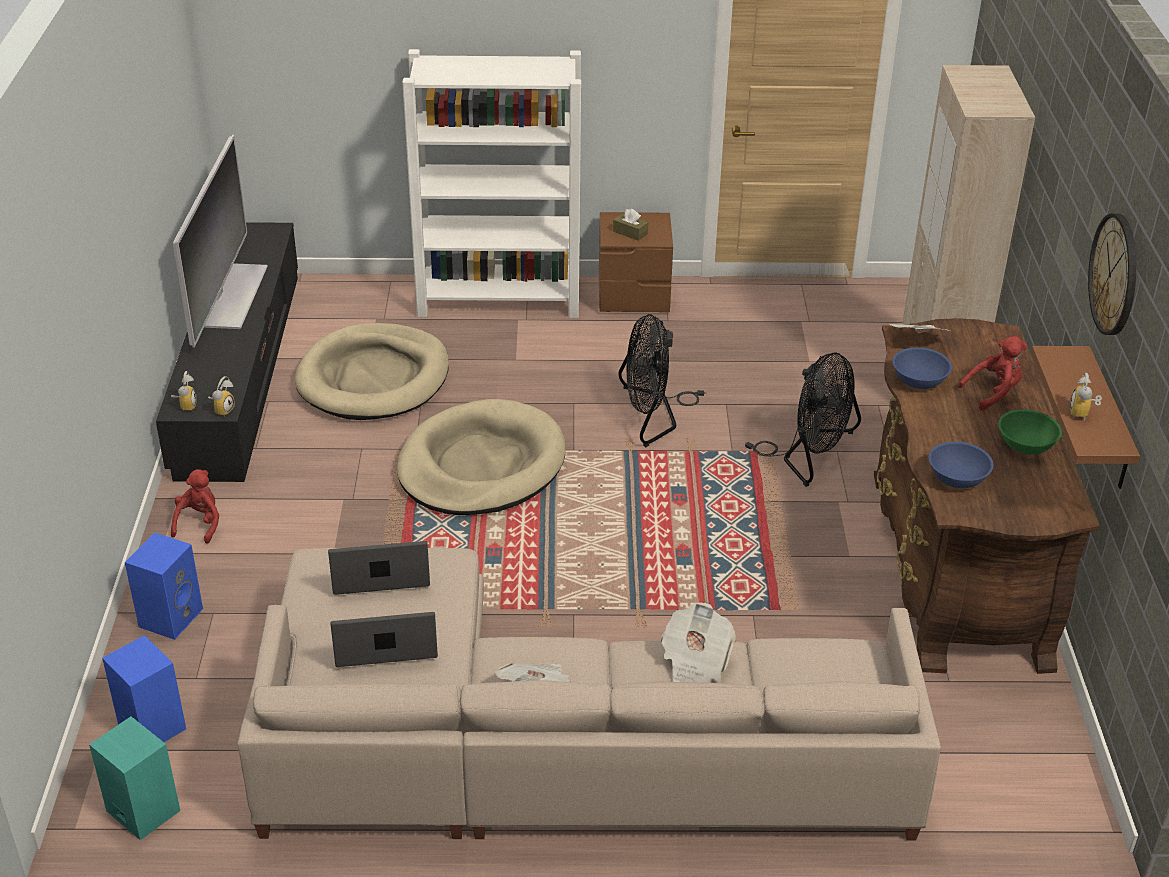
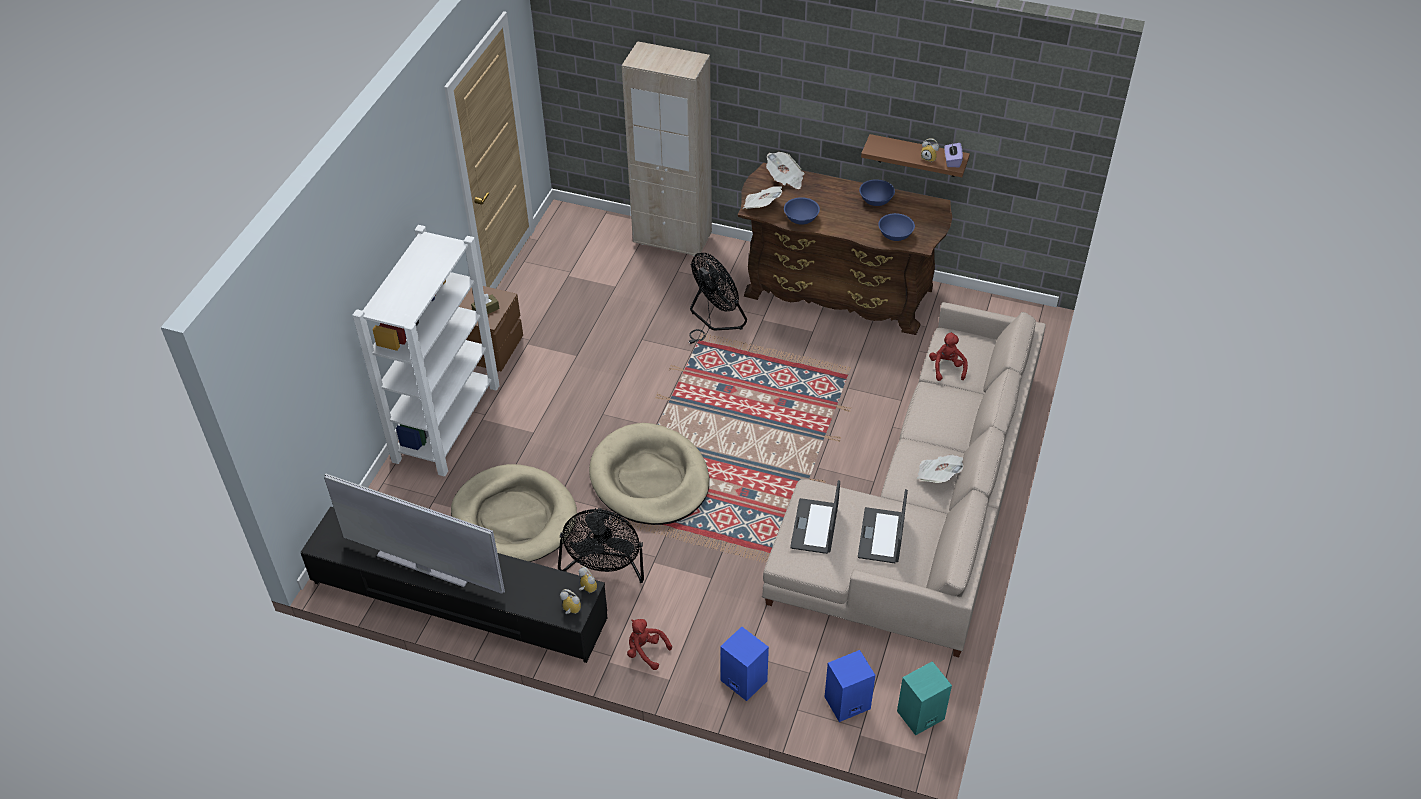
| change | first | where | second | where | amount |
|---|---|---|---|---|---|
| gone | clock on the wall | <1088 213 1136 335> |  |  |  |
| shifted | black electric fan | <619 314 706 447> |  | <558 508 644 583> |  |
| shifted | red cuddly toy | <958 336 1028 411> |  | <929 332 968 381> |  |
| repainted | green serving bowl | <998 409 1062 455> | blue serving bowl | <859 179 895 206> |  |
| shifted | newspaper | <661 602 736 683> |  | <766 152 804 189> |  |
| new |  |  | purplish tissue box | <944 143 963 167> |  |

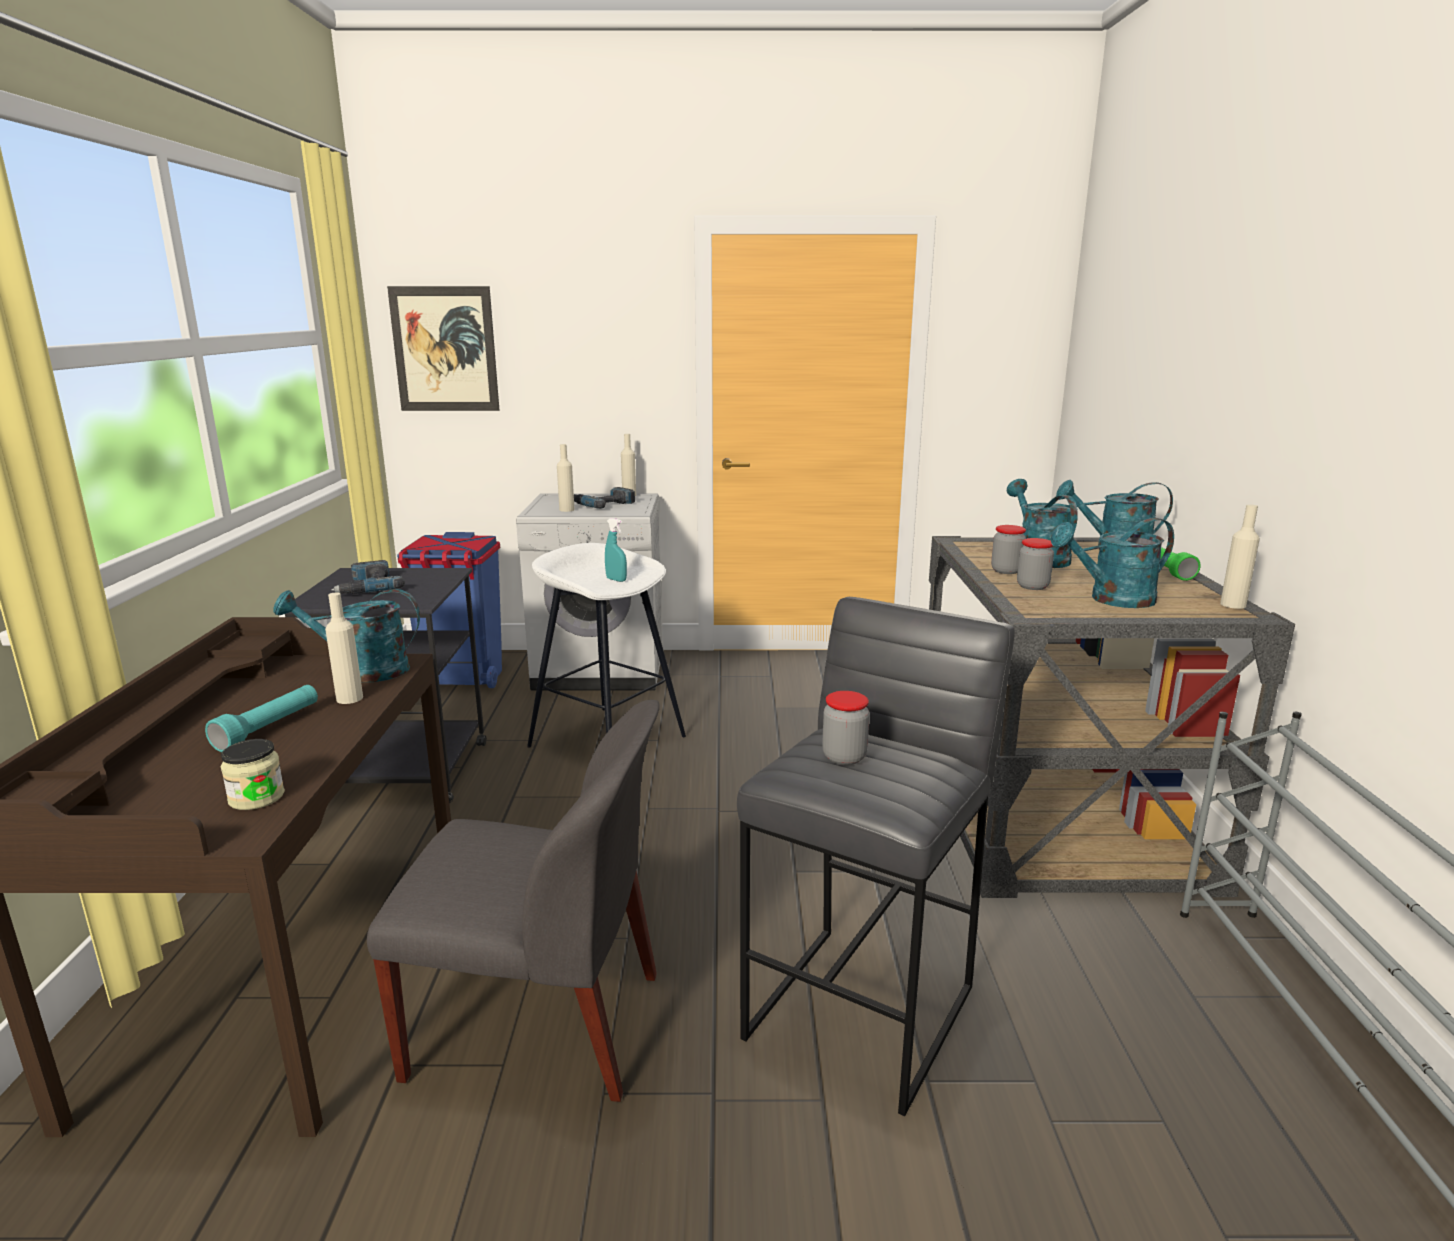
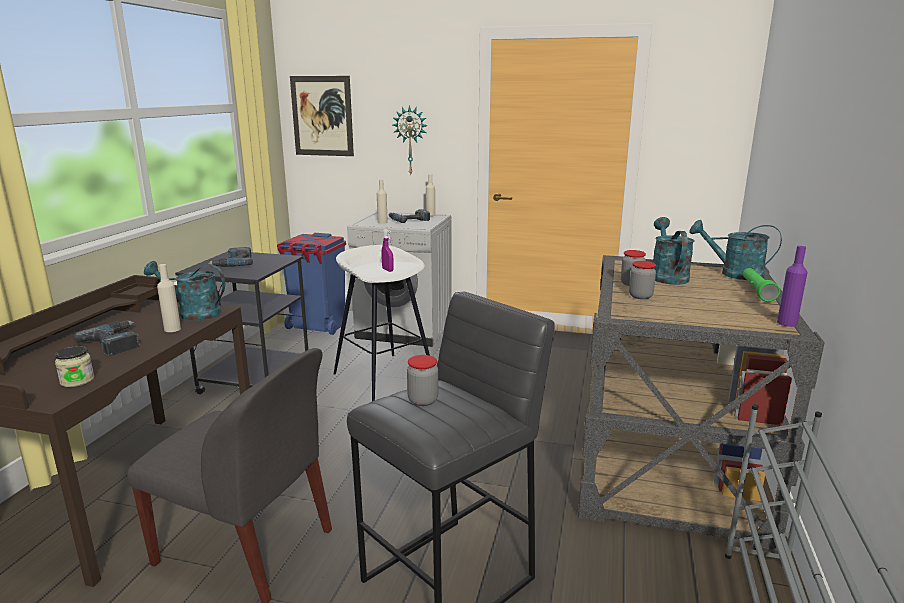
| change | first | where | second | where | amount |
|---|---|---|---|---|---|
| repainted | beige-coloured drink bottle | <1220 504 1260 609> | purplish drink bottle | <777 246 807 327> |  |
| repainted | blue-green hand sprayer | <605 518 627 582> | purplish hand sprayer | <381 229 394 272> |  |
| gone | blue-green watering can | <1050 518 1174 608> |  |  |  |
| swapped | blue-green flashlight | <205 685 318 752> | electric drill | <74 320 140 356> |  |
| new |  |  | clock on the wall | <393 105 428 175> |  |

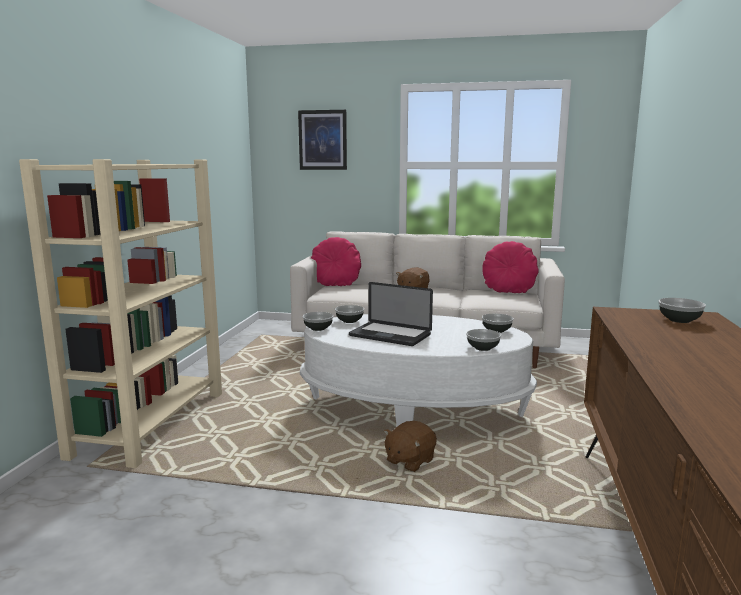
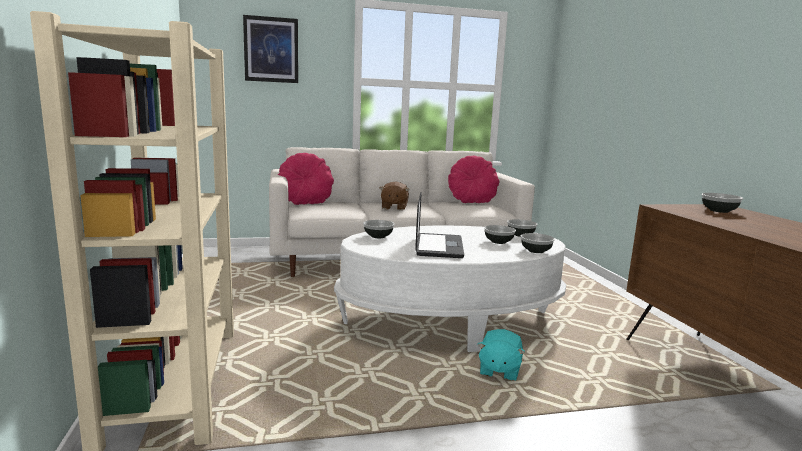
| change | first | where | second | where | amount |
|---|---|---|---|---|---|
| rotated | portable computer | <349 282 433 346> |  | <415 193 464 258> | 90 degrees counterclockwise |
| shifted | serving bowl | <302 312 333 331> |  | <484 225 516 244> |  |
| repainted | brown-coloured cuddly toy | <384 421 437 472> | blue-green cuddly toy | <477 329 525 380> |  |

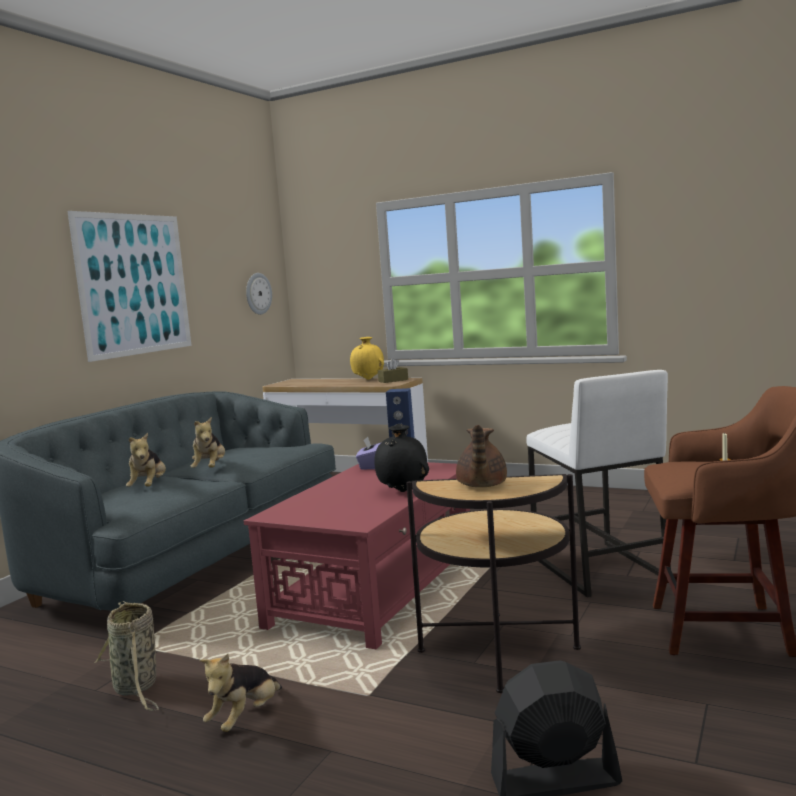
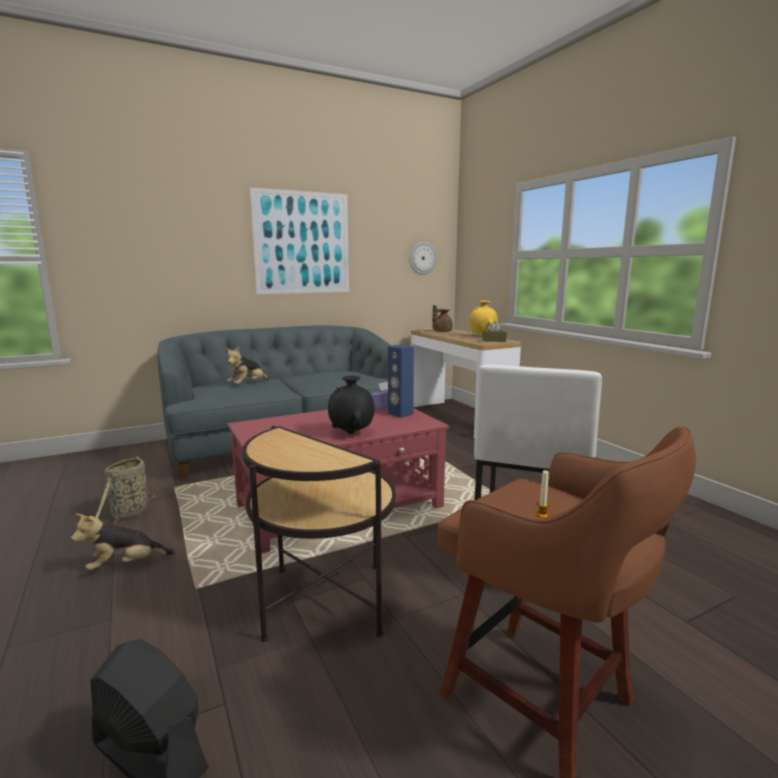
| change | first | where | second | where | amount |
|---|---|---|---|---|---|
| gone | cuddly toy | <191 416 225 468> |  |  |  |
| shifted | brown-coloured pot for tea | <456 425 507 487> |  | <432 305 453 332> |  |

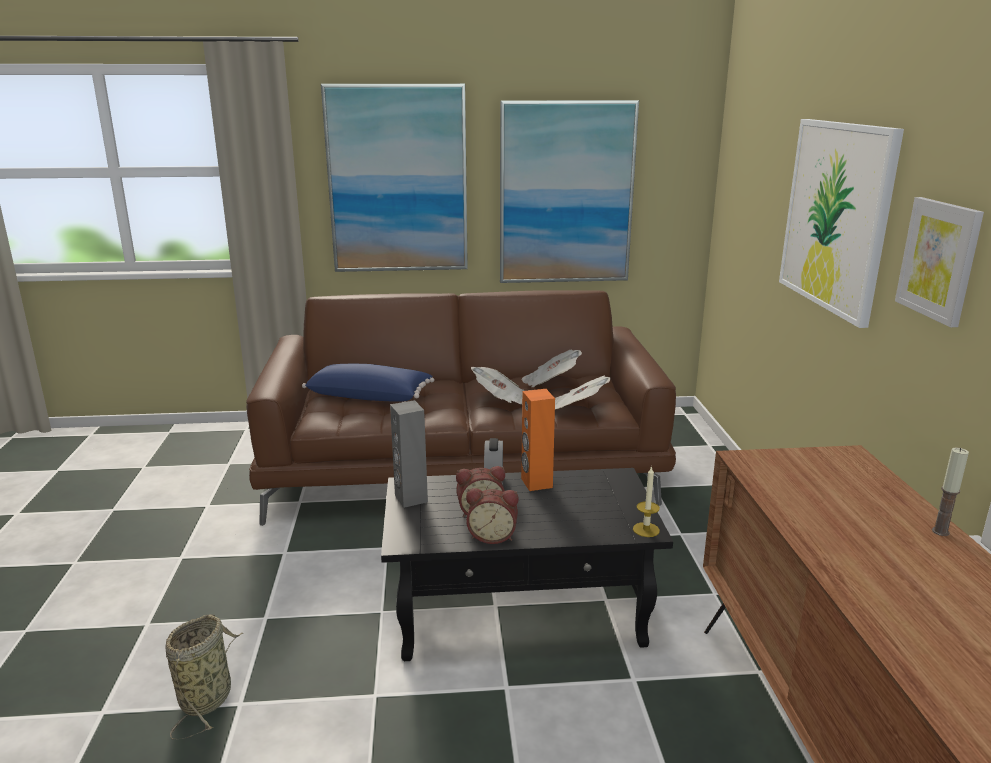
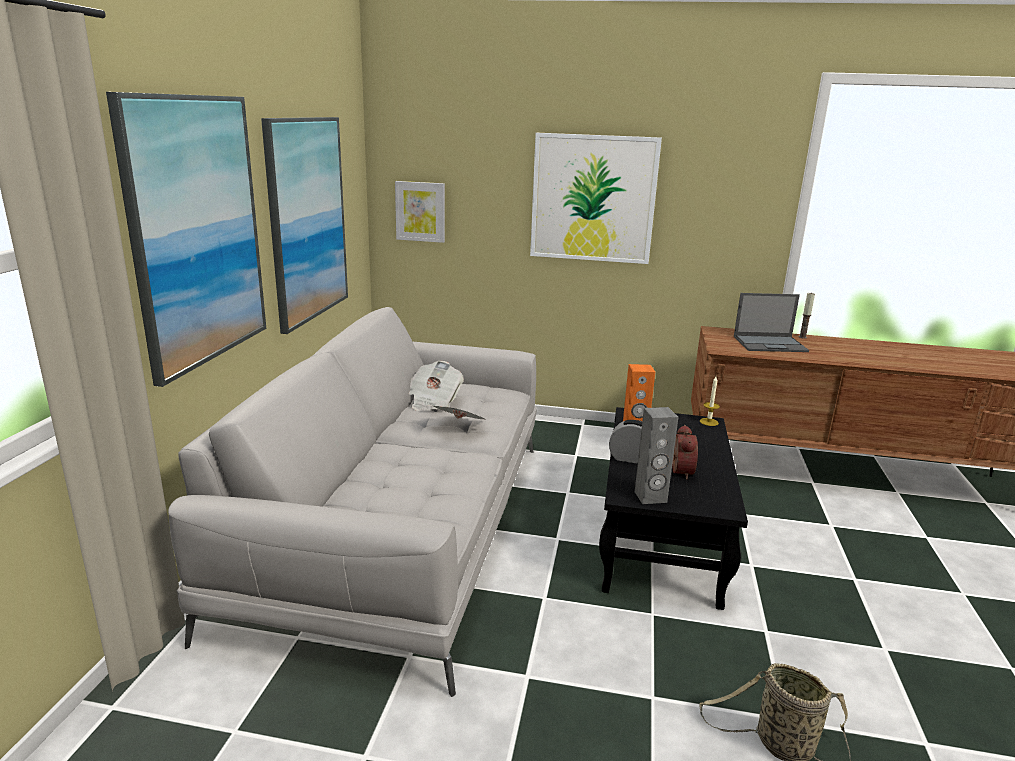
| change | first | where | second | where | amount |
|---|---|---|---|---|---|
| shifted | picture | <895 197 984 327> |  | <395 181 445 243> |  |
| repainted | brown-coloured settee | <246 290 676 526> | gray settee | <168 307 537 697> |  |
| gone | blue cushion | <302 364 435 402> |  |  |  |
| gone | newspaper | <555 375 610 409> |  |  |  |
| gone | table clock | <466 488 519 544> |  |  |  |
| new |  |  | portable computer | <734 293 809 352> |  |

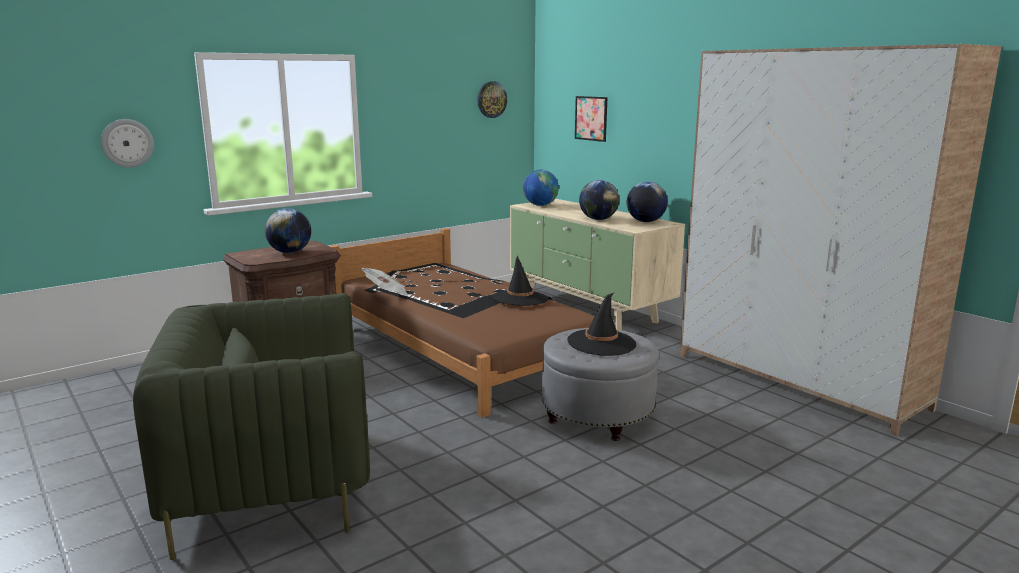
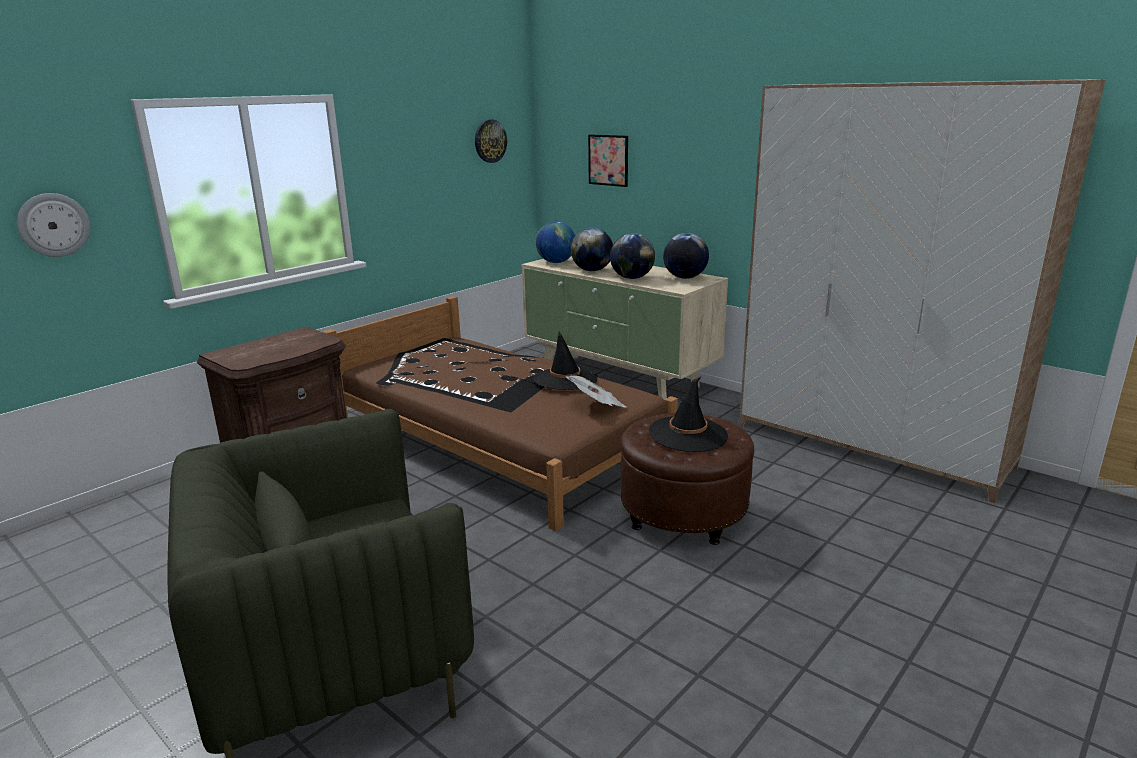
| change | first | where | second | where | amount |
|---|---|---|---|---|---|
| shifted | globe | <265 208 311 253> |  | <571 228 613 271> |  |
| shifted | newspaper | <361 268 408 295> |  | <565 375 626 407> |  |
| repainted | gray footrest | <542 328 659 441> | brown-coloured footrest | <621 413 754 545> |  |

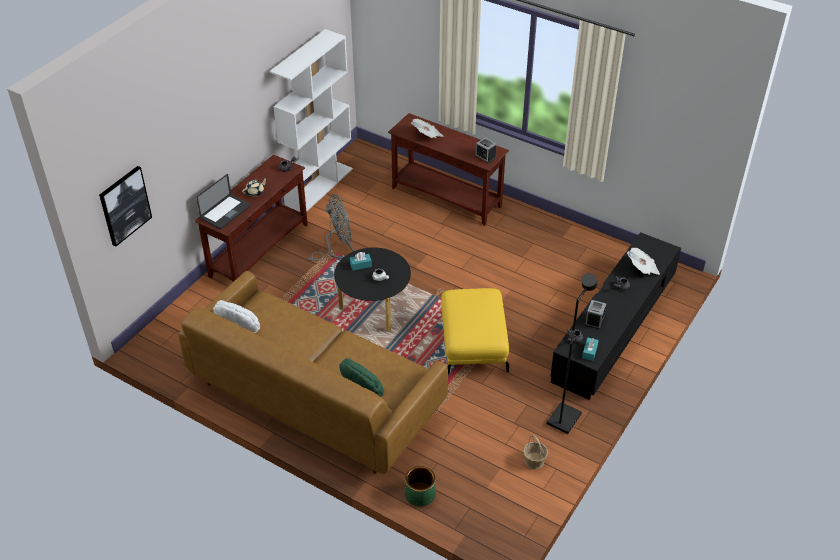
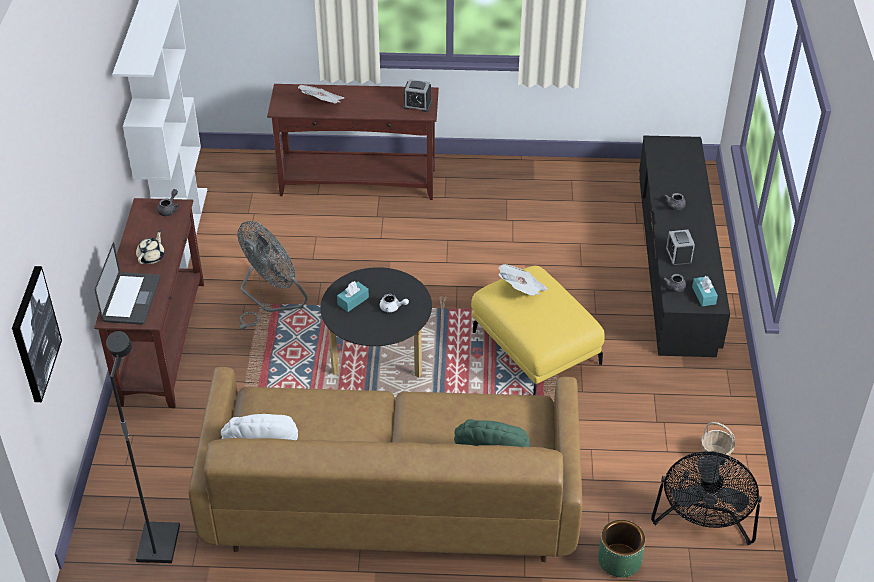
| change | first | where | second | where | amount |
|---|---|---|---|---|---|
| shifted | newspaper | <627 248 660 275> |  | <498 264 548 296> |  |
| shifted | black standard lamp | <547 273 597 434> |  | <106 331 180 563> |  |
| new |  |  | black electric fan | <651 451 762 545> |  |

